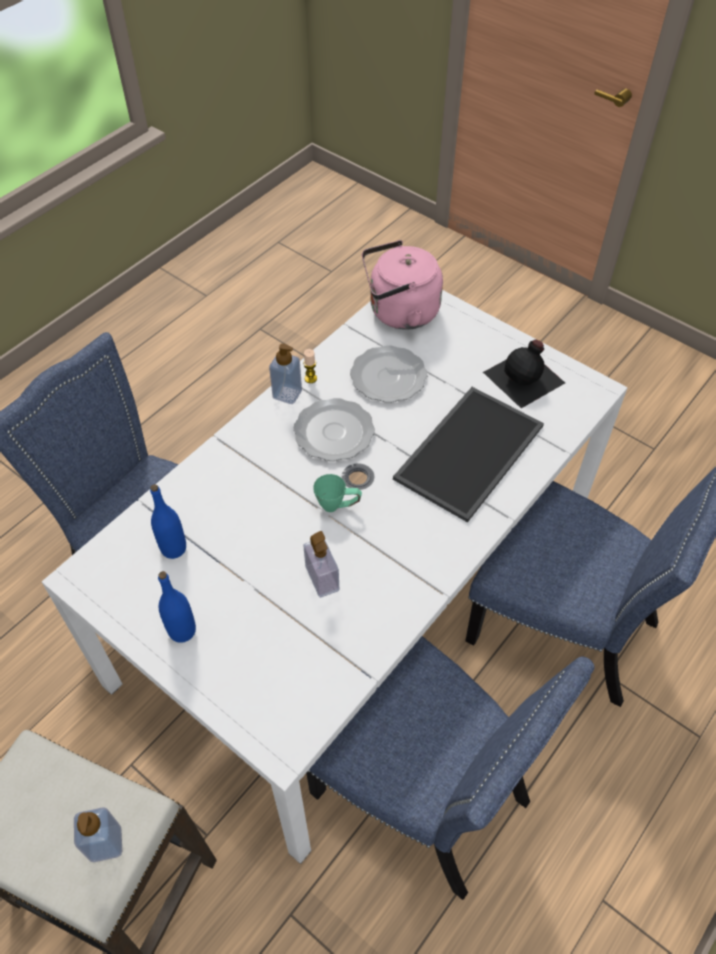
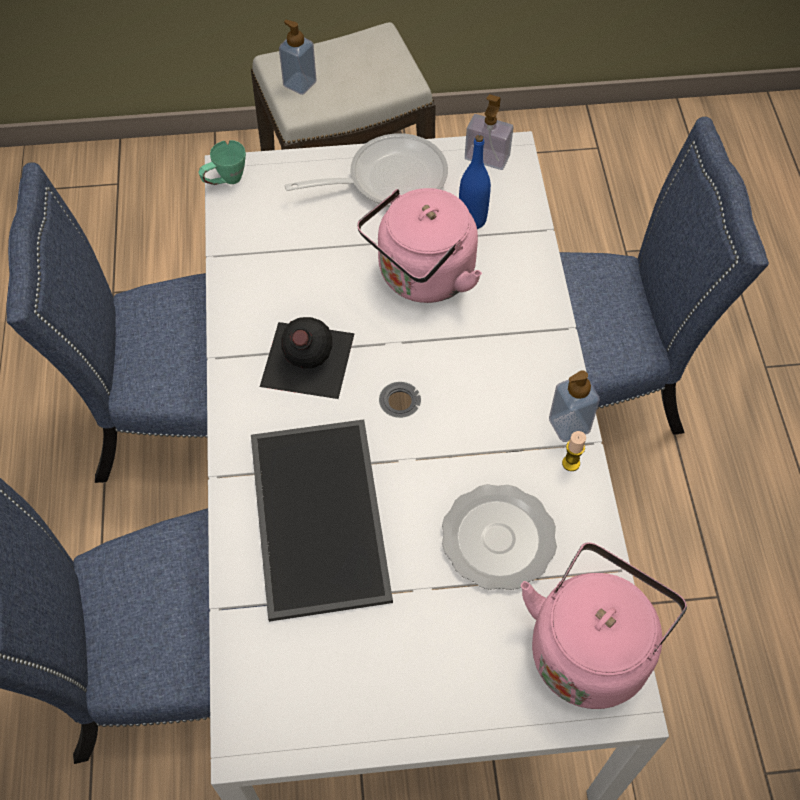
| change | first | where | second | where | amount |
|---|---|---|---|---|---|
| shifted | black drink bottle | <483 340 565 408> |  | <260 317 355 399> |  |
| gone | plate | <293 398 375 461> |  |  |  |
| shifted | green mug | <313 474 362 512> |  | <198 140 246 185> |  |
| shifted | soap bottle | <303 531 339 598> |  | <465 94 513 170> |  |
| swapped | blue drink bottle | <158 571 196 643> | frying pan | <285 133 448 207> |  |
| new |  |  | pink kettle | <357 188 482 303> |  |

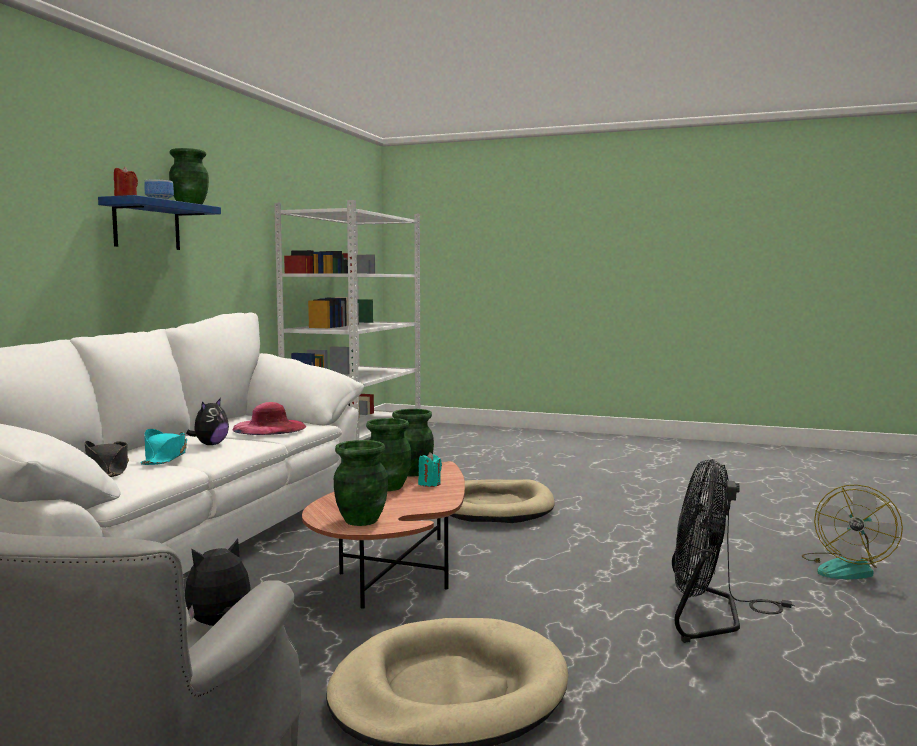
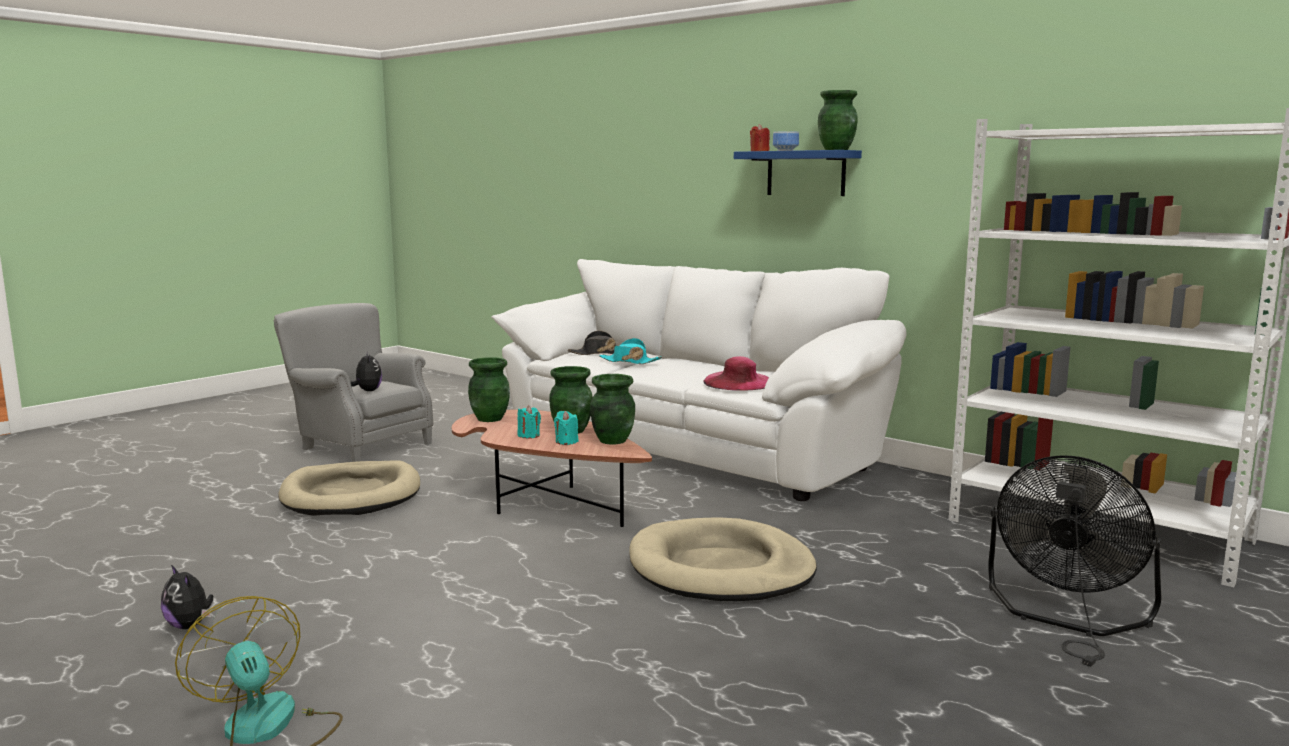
| change | first | where | second | where | amount |
|---|---|---|---|---|---|
| shifted | cuddly toy | <186 398 229 445> |  | <161 565 213 629> |  |
| shifted | black electric fan | <672 459 794 643> |  | <988 456 1162 667> |  |
| new |  |  | blue-green candle | <518 405 541 439> |  |

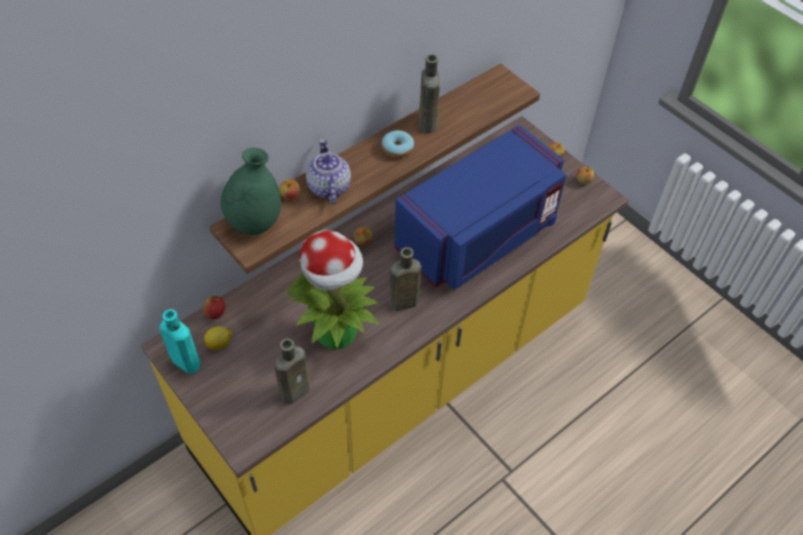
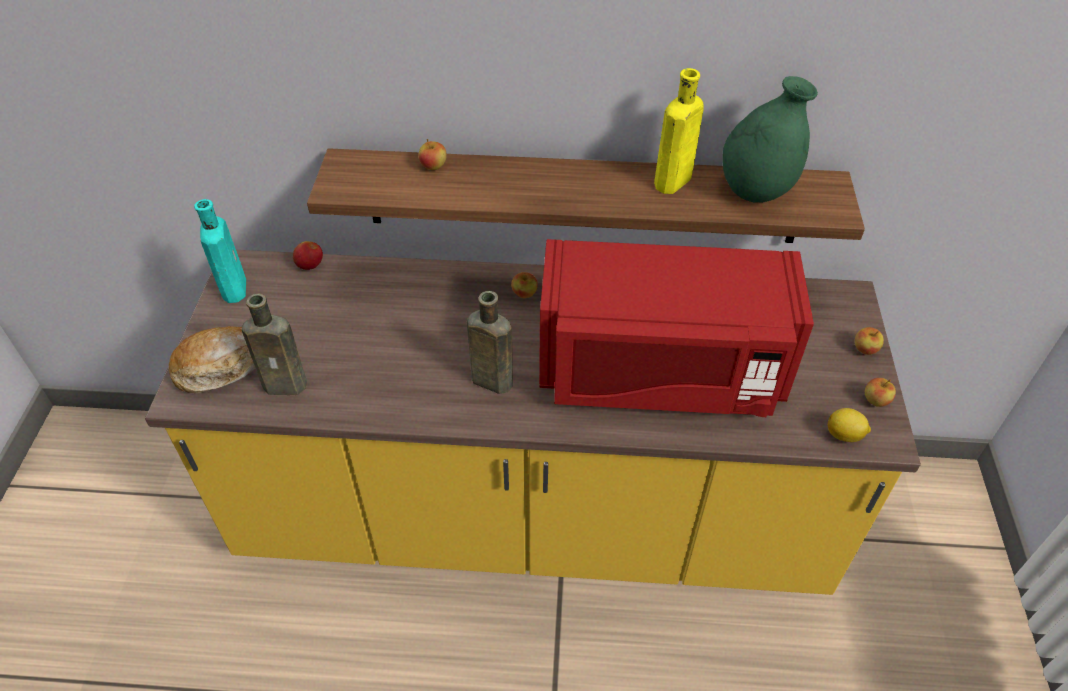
| change | first | where | second | where | amount |
|---|---|---|---|---|---|
| repainted | brown-coloured drink bottle | <419 54 440 133> | yellow drink bottle | <654 68 704 194> |  |
| repainted | blue microwave | <395 125 566 290> | red microwave | <539 239 814 417> |  |
| gone | ring doughnut | <382 130 414 158> |  |  |  |
| gone | pot for tea | <306 139 351 204> |  |  |  |
| shifted | green decorative vase | <221 147 281 235> |  | <723 76 818 203> |  |
| gone | plant in a pot | <286 230 379 350> |  |  |  |
| shifted | lemon | <204 326 232 350> |  | <828 408 871 442> |  |
| new |  |  | baked bread | <169 326 256 393> |  |

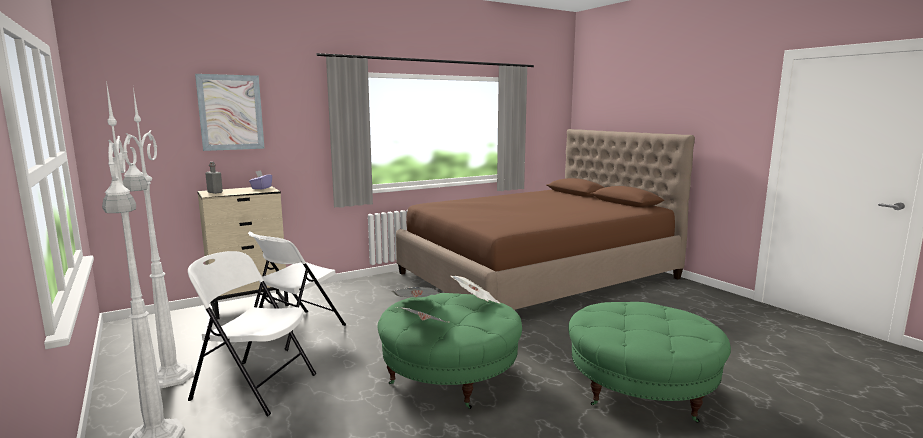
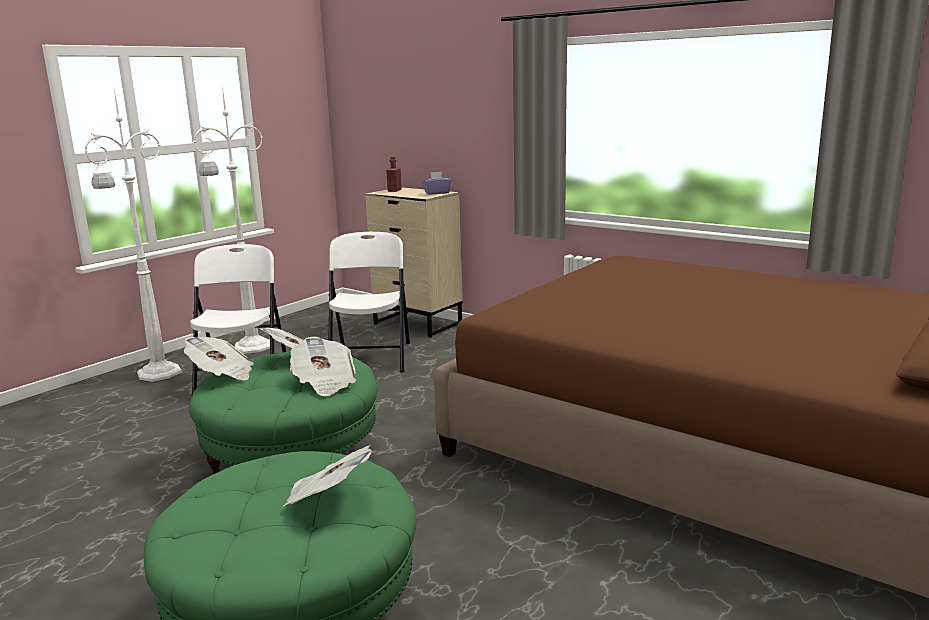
| change | first | where | second | where | amount |
|---|---|---|---|---|---|
| gone | picture | <195 74 265 151> |  |  |  |
| repainted | gray drink bottle | <205 162 223 194> | red drink bottle | <386 156 402 192> |  |
| rotated | whitish upright chair | <248 231 346 351> |  | <328 232 410 372> | 75 degrees clockwise |
| new |  |  | newspaper | <283 445 372 506> |  |

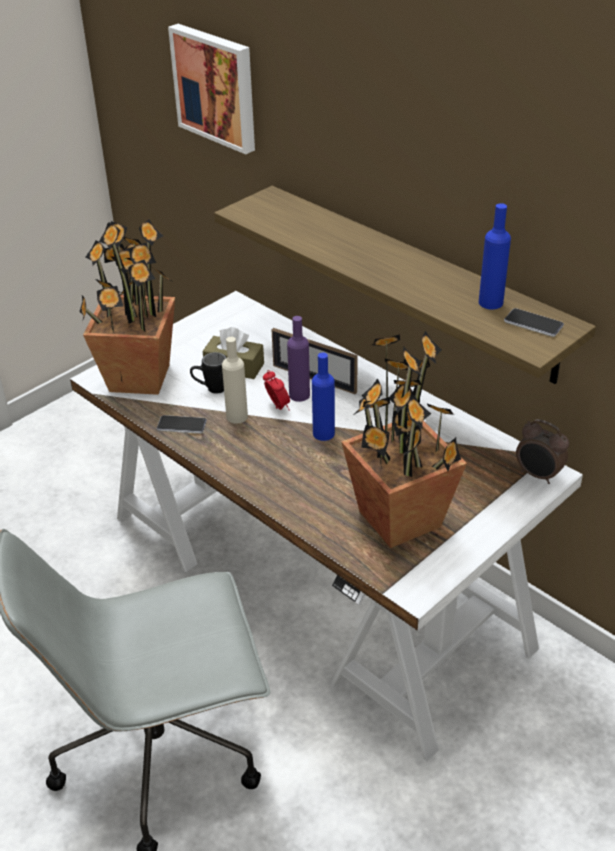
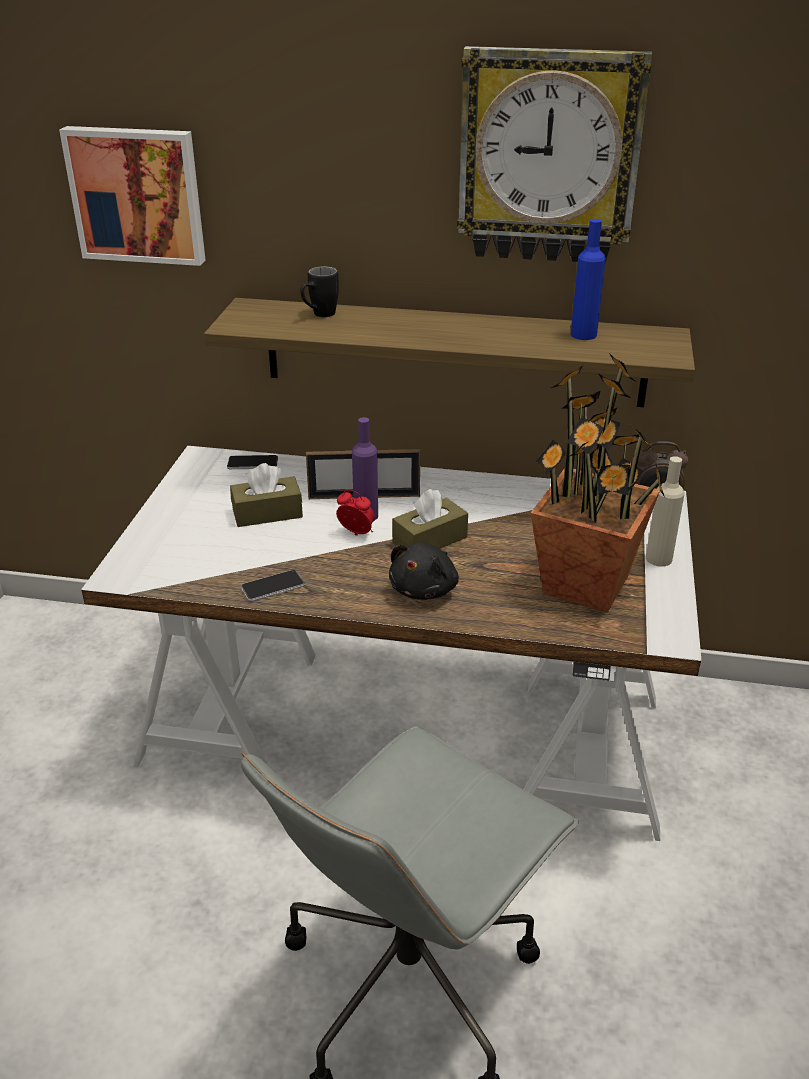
| change | first | where | second | where | amount |
|---|---|---|---|---|---|
| gone | plant in a pot | <80 219 175 395> |  |  |  |
| shifted | phone | <504 308 564 337> |  | <227 455 278 469> |  |
| shifted | beige-coloured drink bottle | <222 337 248 424> |  | <646 456 685 567> |  |
| shifted | black mug | <190 352 227 394> |  | <300 266 339 317> |  |
| swapped | blue drink bottle | <312 353 335 441> | brown-coloured tissue box | <392 489 468 548> |  |
| new |  |  | clock on the wall | <457 46 652 263> |  |
| new |  |  | black cuddly toy | <389 542 459 600> |  |

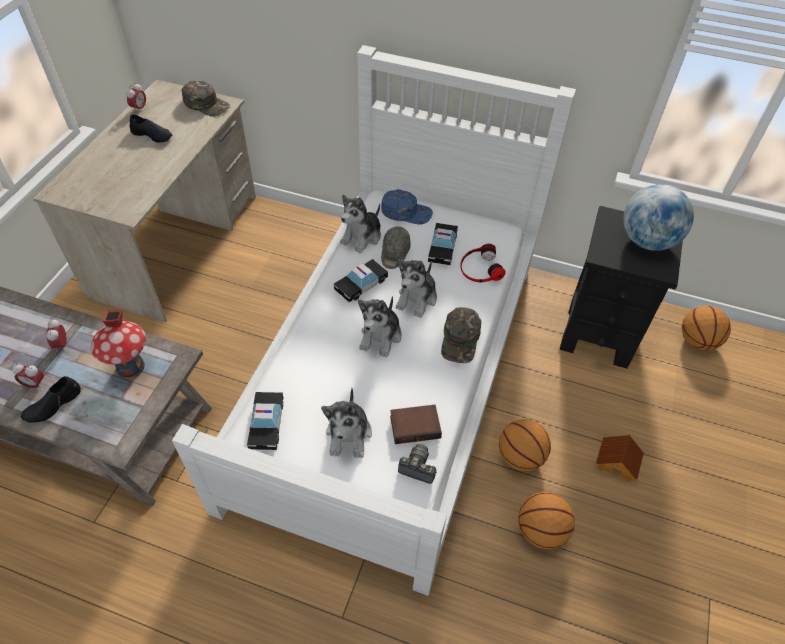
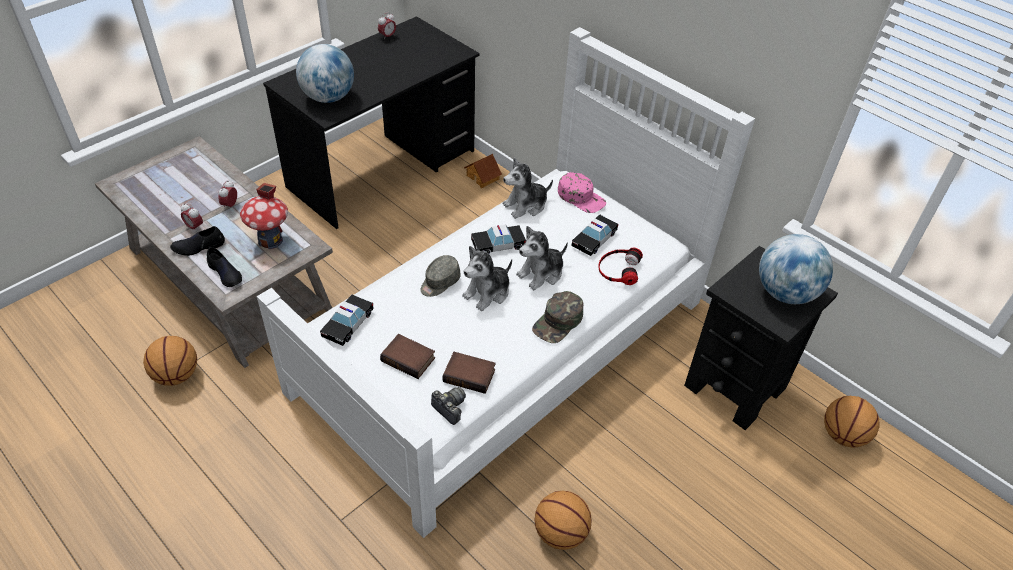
| change | first | where | second | where | amount |
|---|---|---|---|---|---|
| repainted | beige-coloured desk | <33 79 256 323> | black desk | <263 16 480 229> |  |
| gone | green peaked cap | <181 81 230 117> |  |  |  |
| shifted | black shoe | <129 114 172 143> |  | <207 247 242 287> |  |
| repainted | blue peaked cap | <381 189 433 225> | pink peaked cap | <558 172 607 213> |  |
| shifted | gray peaked cap | <381 227 410 269> |  | <420 255 461 297> |  |
| swapped | cuddly toy | <321 388 372 458> | volume | <380 334 435 379> |  |
| shifted | basketball ball | <499 419 551 471> |  | <143 336 197 386> |  |
| shifted | model house | <596 435 644 482> |  | <464 154 502 188> |  |
| new |  |  | globe | <296 44 354 103> |  |

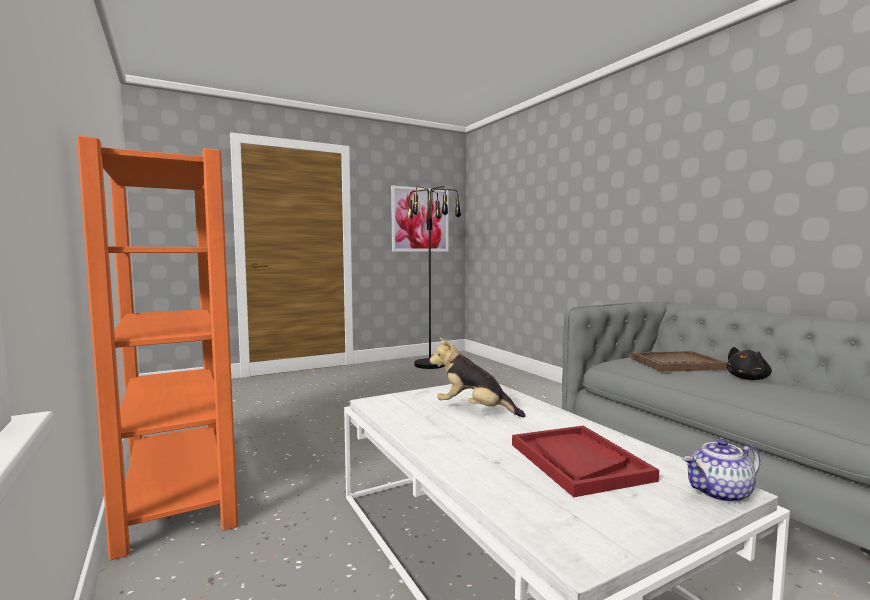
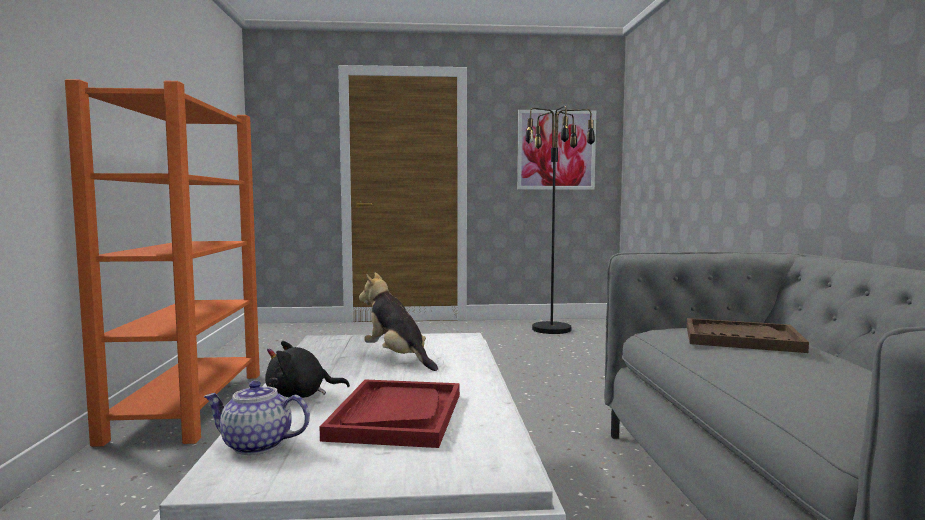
| change | first | where | second | where | amount |
|---|---|---|---|---|---|
| shifted | black cuddly toy | <727 347 772 380> |  | <265 341 350 398> |  |
| shifted | pot for tea | <682 439 760 503> |  | <203 381 310 455> |  |

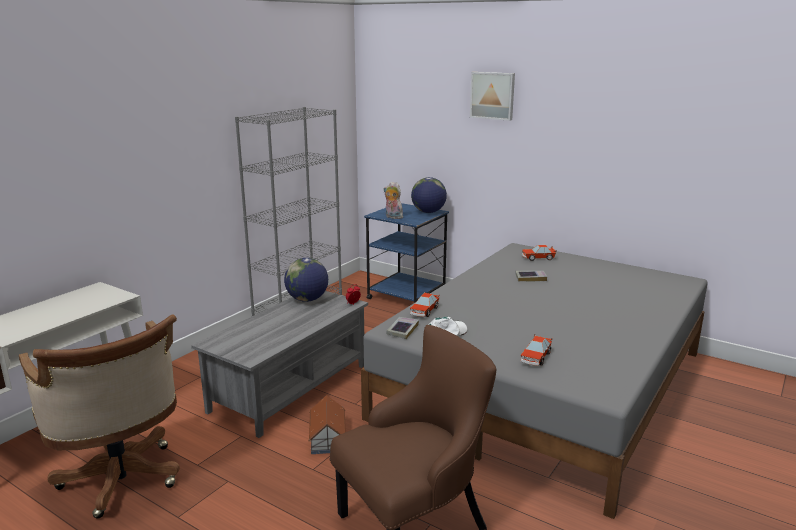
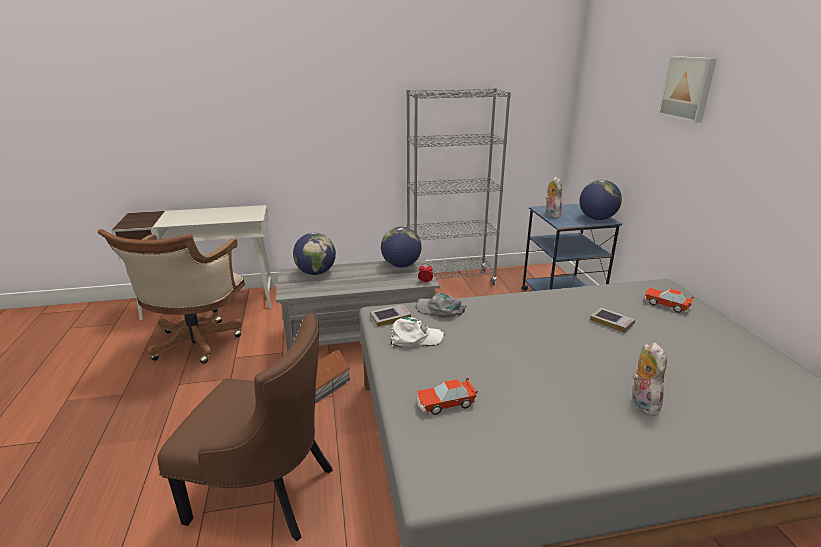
| change | first | where | second | where | amount |
|---|---|---|---|---|---|
| swapped | toy car | <410 292 440 317> | gray peaked cap | <415 293 466 318> |  |
| new |  |  | globe | <293 233 336 275> |  |
| new |  |  | cuddly toy | <632 342 667 416> |  |

